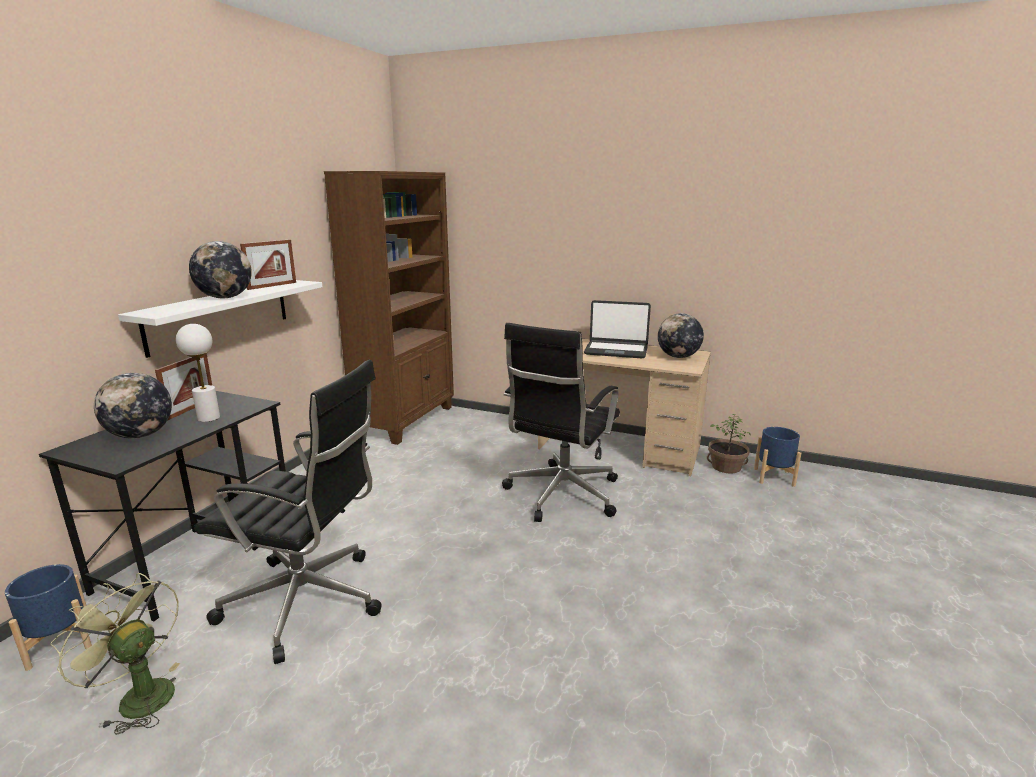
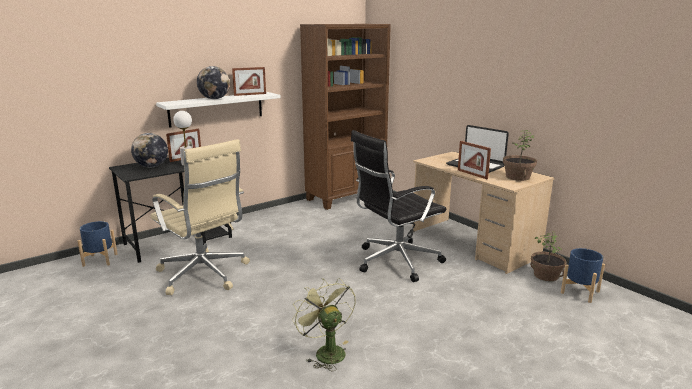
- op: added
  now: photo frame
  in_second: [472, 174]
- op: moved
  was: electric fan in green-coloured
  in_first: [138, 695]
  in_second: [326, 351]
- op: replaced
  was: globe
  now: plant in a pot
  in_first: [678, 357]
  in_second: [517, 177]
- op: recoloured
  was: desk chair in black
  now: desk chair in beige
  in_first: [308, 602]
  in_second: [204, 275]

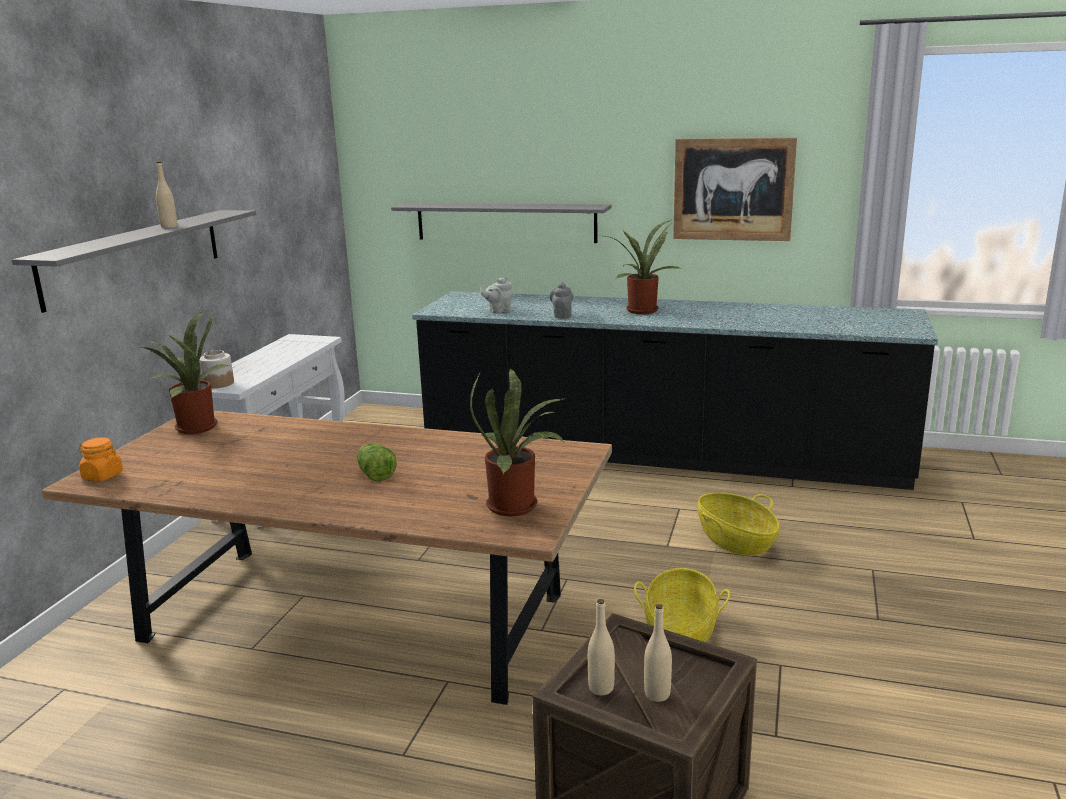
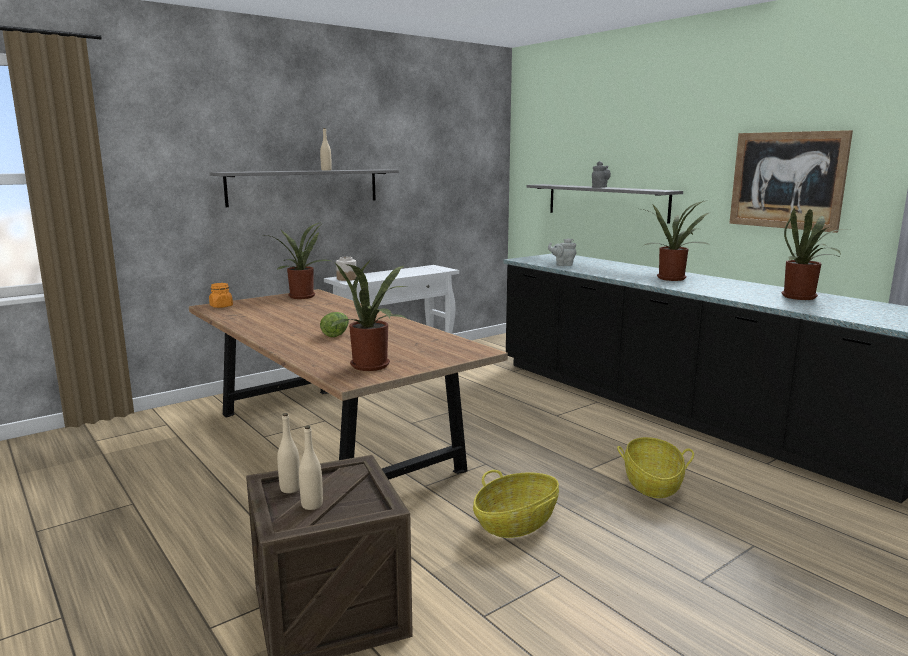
- op: added
  now: plant in a pot
  in_second: [803, 297]
- op: moved
  was: teapot in grey
  in_first: [562, 315]
  in_second: [600, 187]

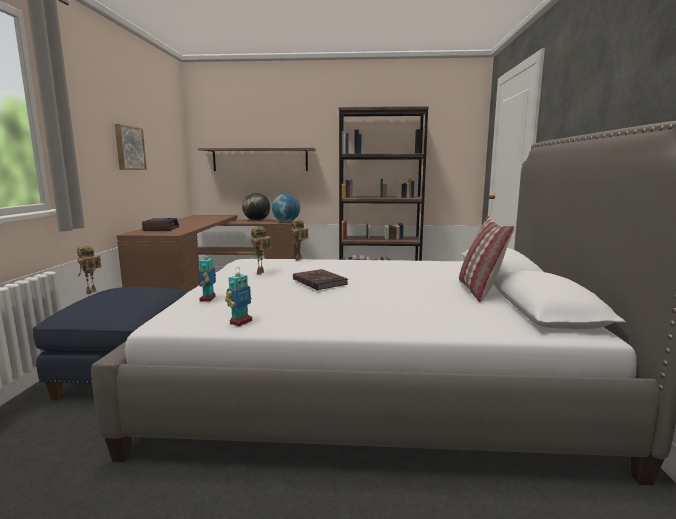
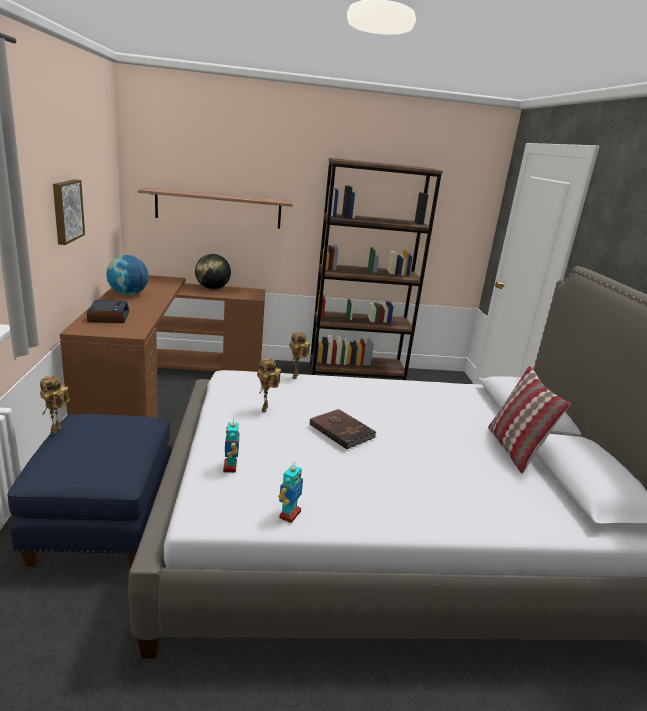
- op: moved
  was: globe
  in_first: [286, 221]
  in_second: [128, 294]

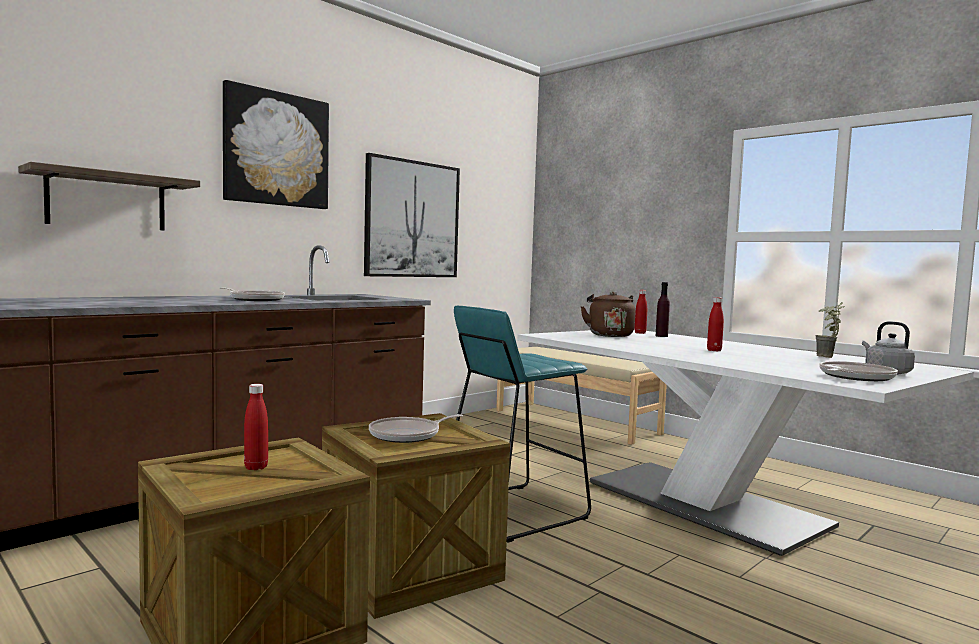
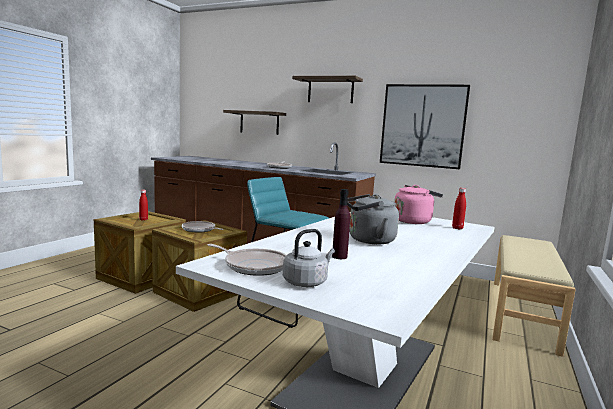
- op: removed
  was: plant in a pot
  in_first: [827, 357]
- op: moved
  was: drink bottle in purple-coloured
  in_first: [661, 336]
  in_second: [339, 257]
- op: replaced
  was: wall picture
  now: wall shelf
  in_first: [276, 149]
  in_second: [330, 90]
- op: replaced
  was: drink bottle in red
  now: water kettle in grey
  in_first: [714, 350]
  in_second: [368, 240]
- op: recoloured
  was: water kettle in brown-coloured
  now: water kettle in pink
  in_first: [609, 335]
  in_second: [414, 221]

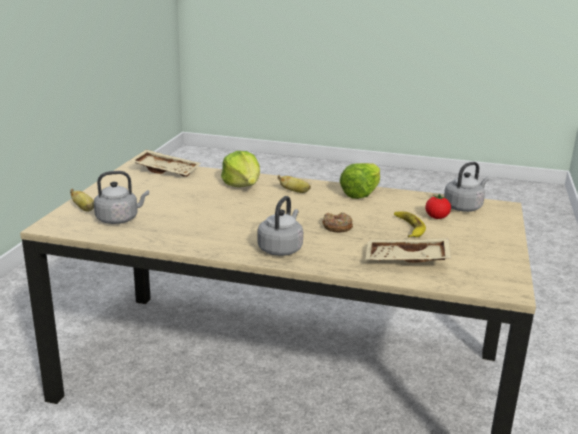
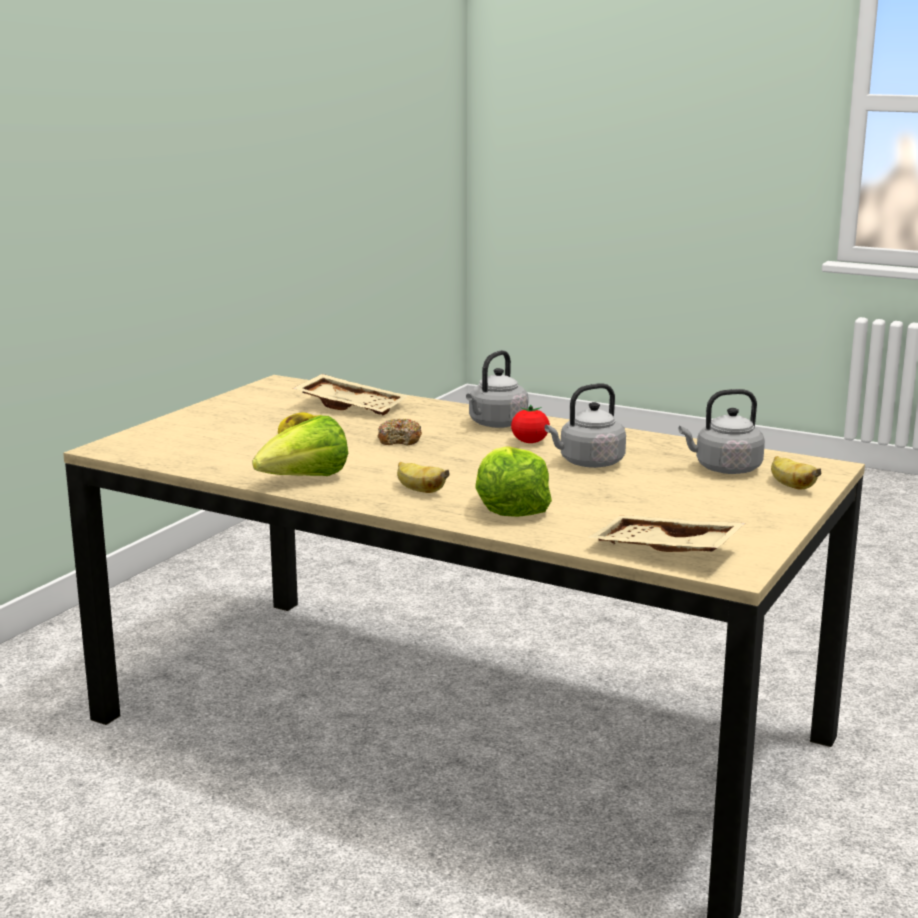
- op: moved
  was: fresh tomato
  in_first: [436, 217]
  in_second: [530, 442]
- op: moved
  was: water kettle in grey
  in_first: [464, 207]
  in_second: [588, 463]

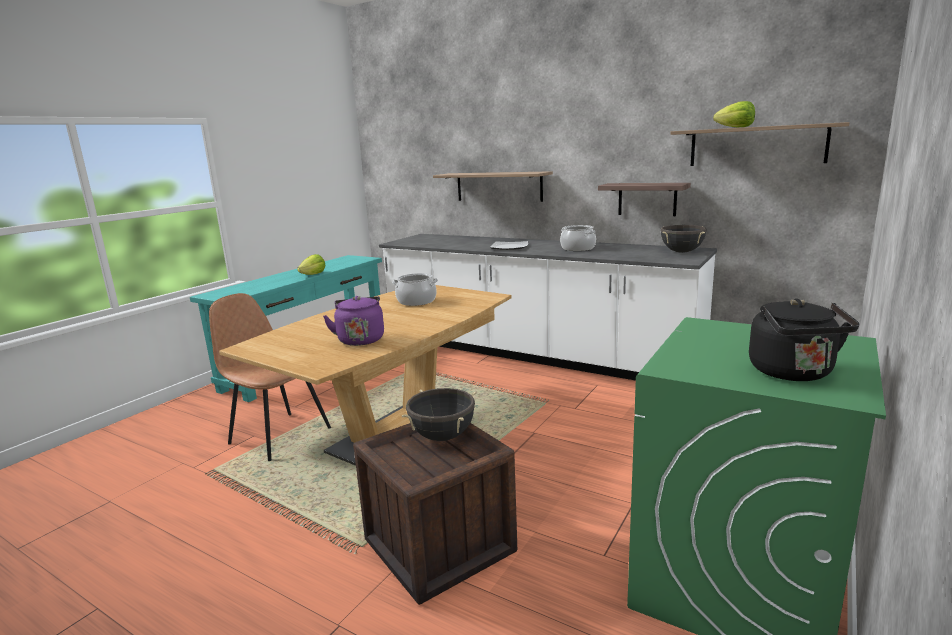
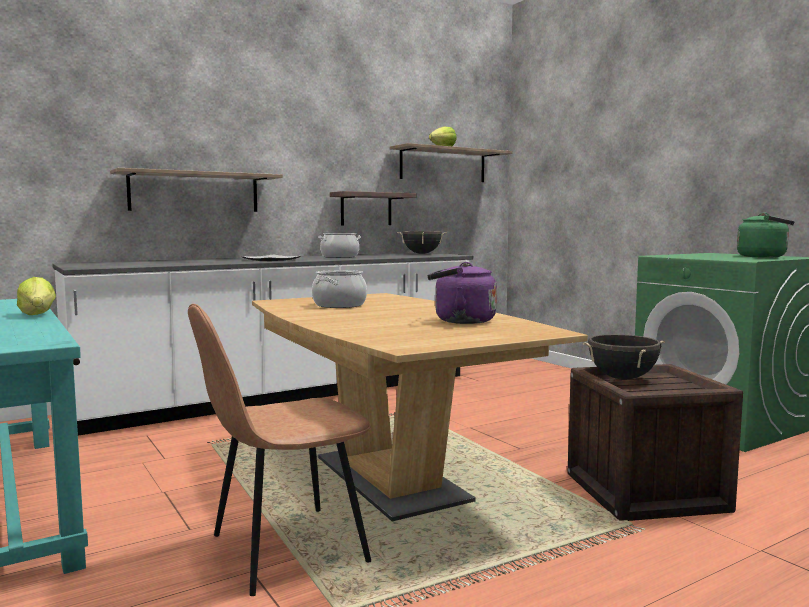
- op: recoloured
  was: water kettle in black
  now: water kettle in green-coloured
  in_first: [793, 373]
  in_second: [765, 257]

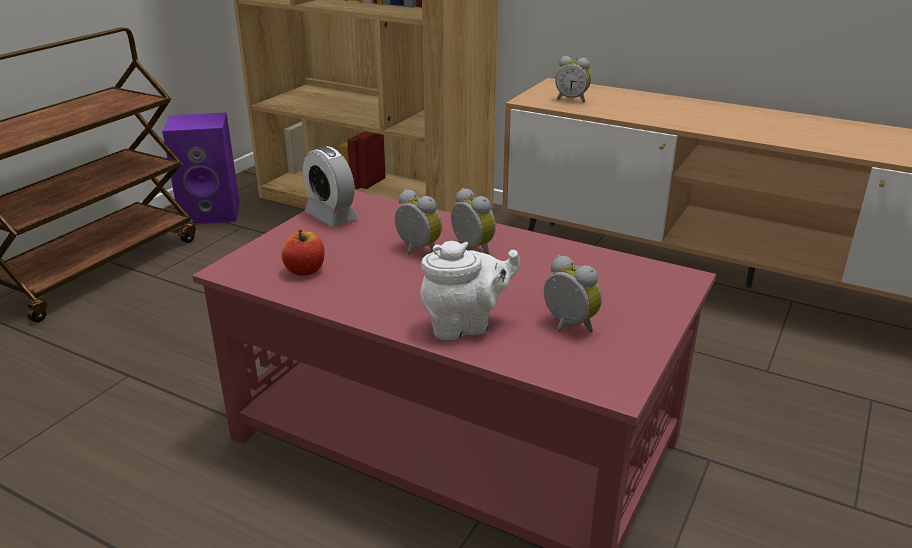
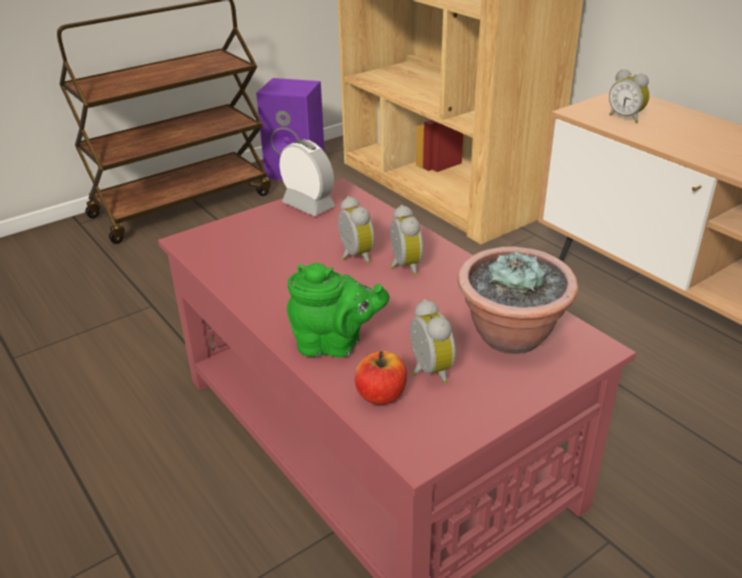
- op: added
  now: plant in a pot
  in_second: [511, 336]
- op: moved
  was: whole apple
  in_first: [305, 270]
  in_second: [381, 395]
- op: recoloured
  was: teapot in white-coloured
  now: teapot in green-coloured
  in_first: [465, 325]
  in_second: [334, 345]
- op: turned
  was: table clock
  in_first: [331, 216]
  in_second: [308, 205]
  clockwise: 150

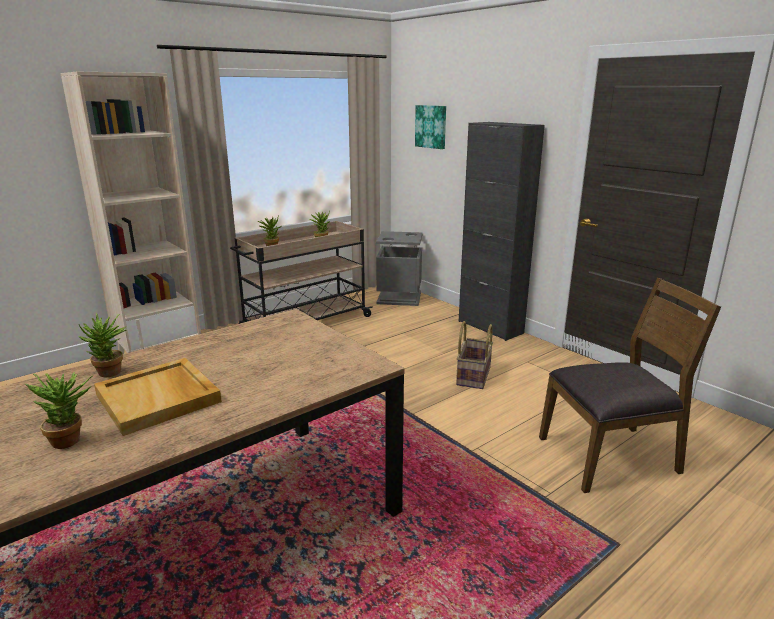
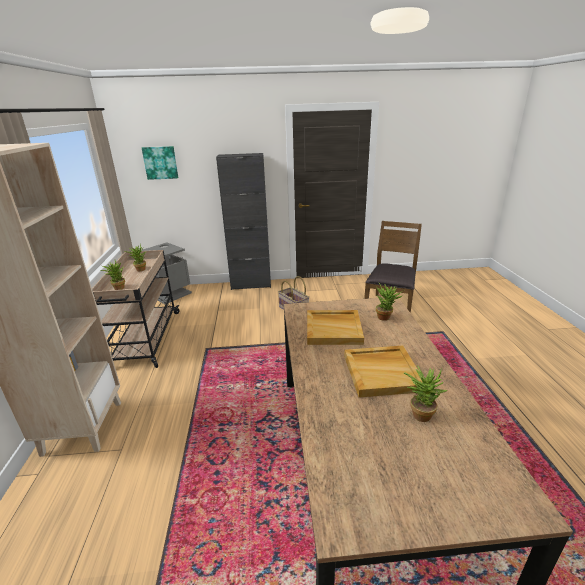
- op: added
  now: carrying tray in beige
  in_second: [334, 329]
- op: moved
  was: plant in a pot
  in_first: [110, 374]
  in_second: [386, 317]

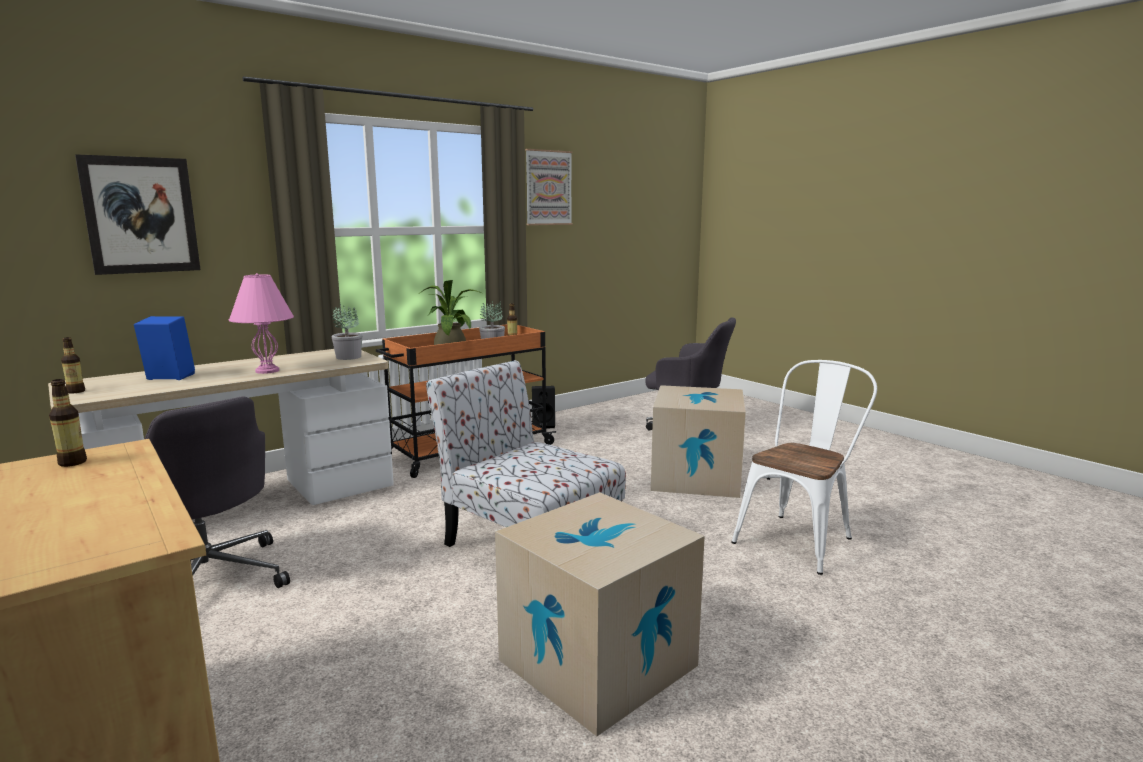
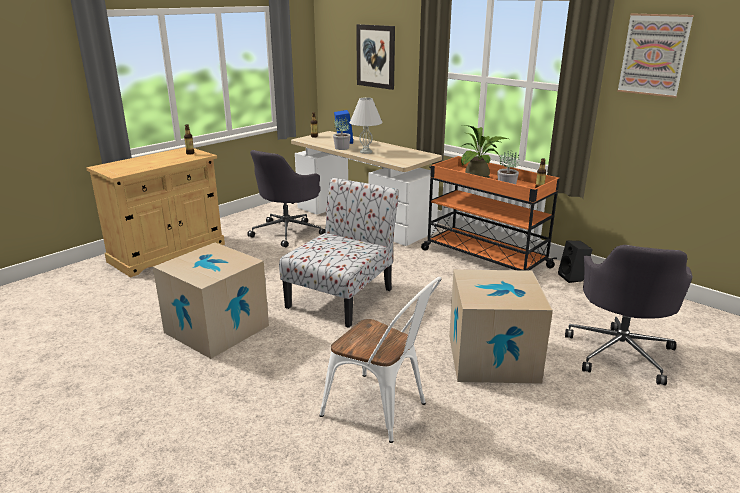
- op: moved
  was: plant in a pot
  in_first: [348, 357]
  in_second: [342, 148]
- op: recoloured
  was: lamp for a table in pink
  now: lamp for a table in white-coloured
  in_first: [268, 371]
  in_second: [366, 152]

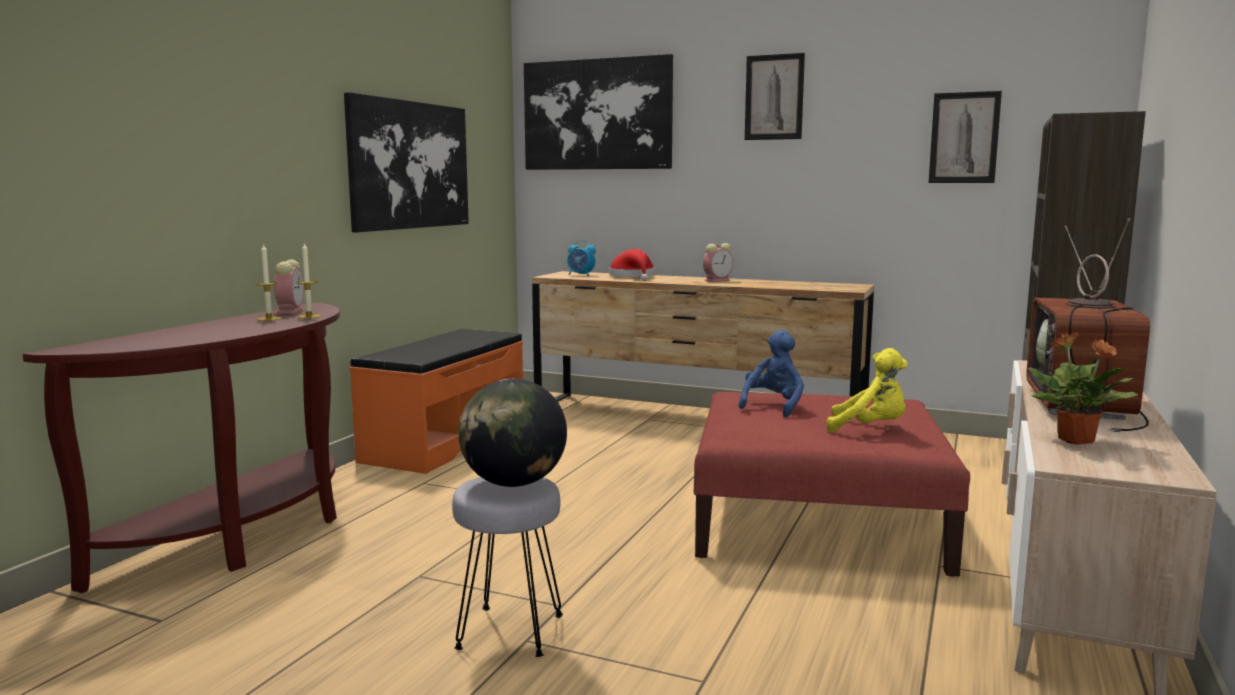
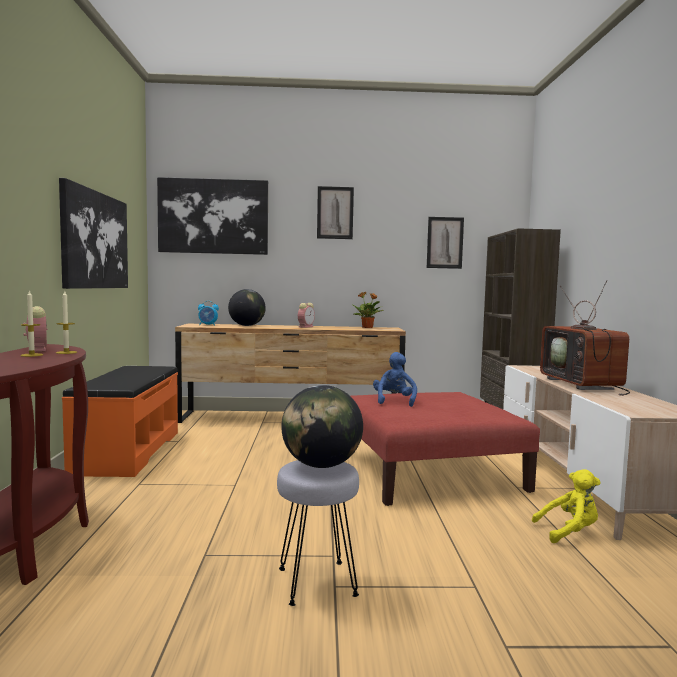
- op: moved
  was: plush toy in yellow
  in_first: [870, 429]
  in_second: [569, 532]
- op: moved
  was: plant in a pot
  in_first: [1077, 441]
  in_second: [367, 327]
- op: replaced
  was: wearable hat in red
  now: globe
  in_first: [633, 277]
  in_second: [247, 325]

